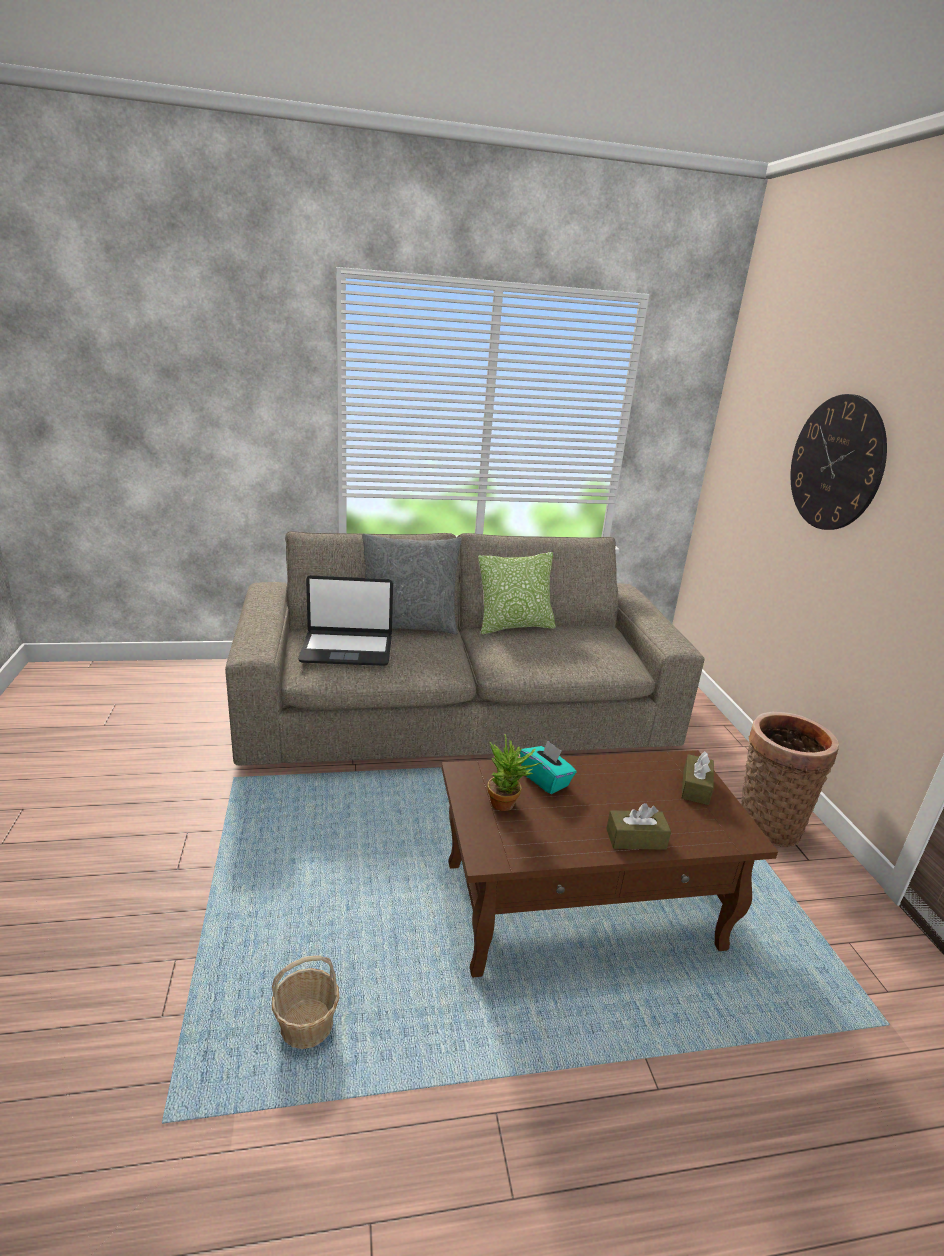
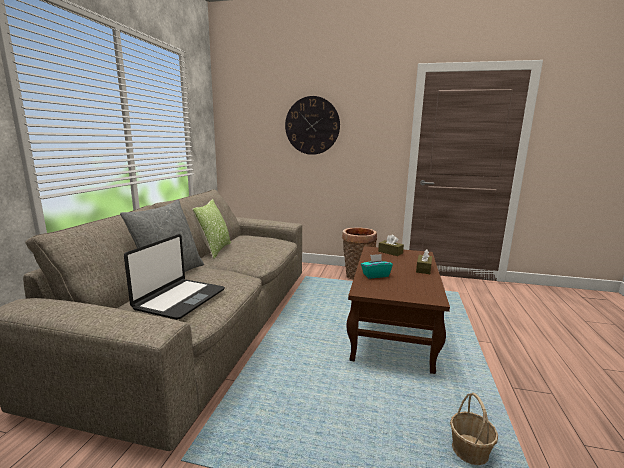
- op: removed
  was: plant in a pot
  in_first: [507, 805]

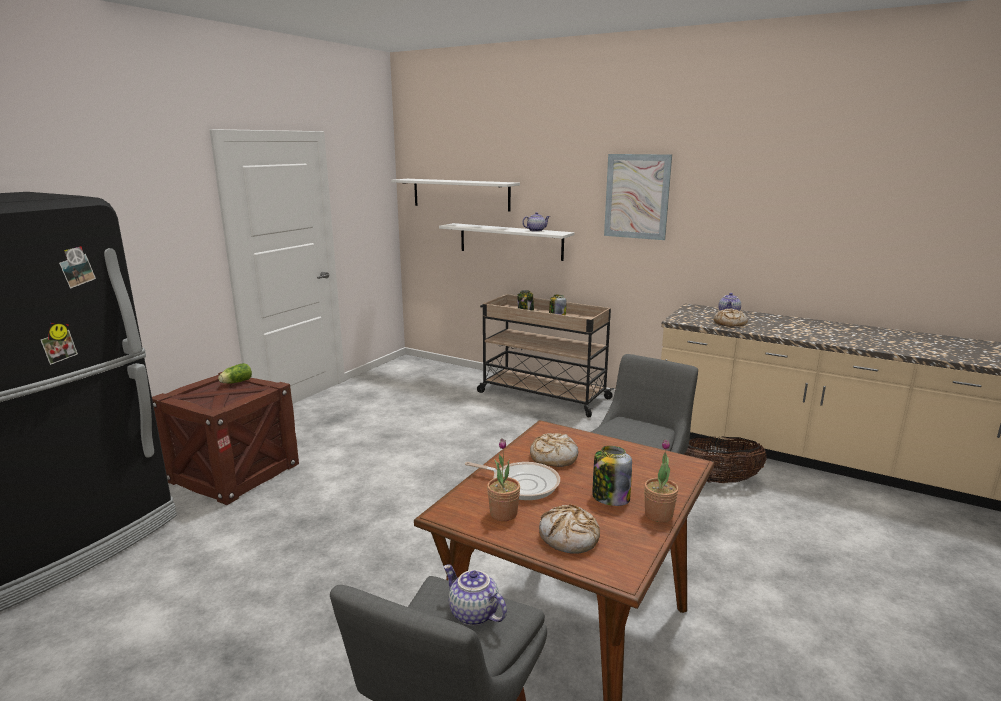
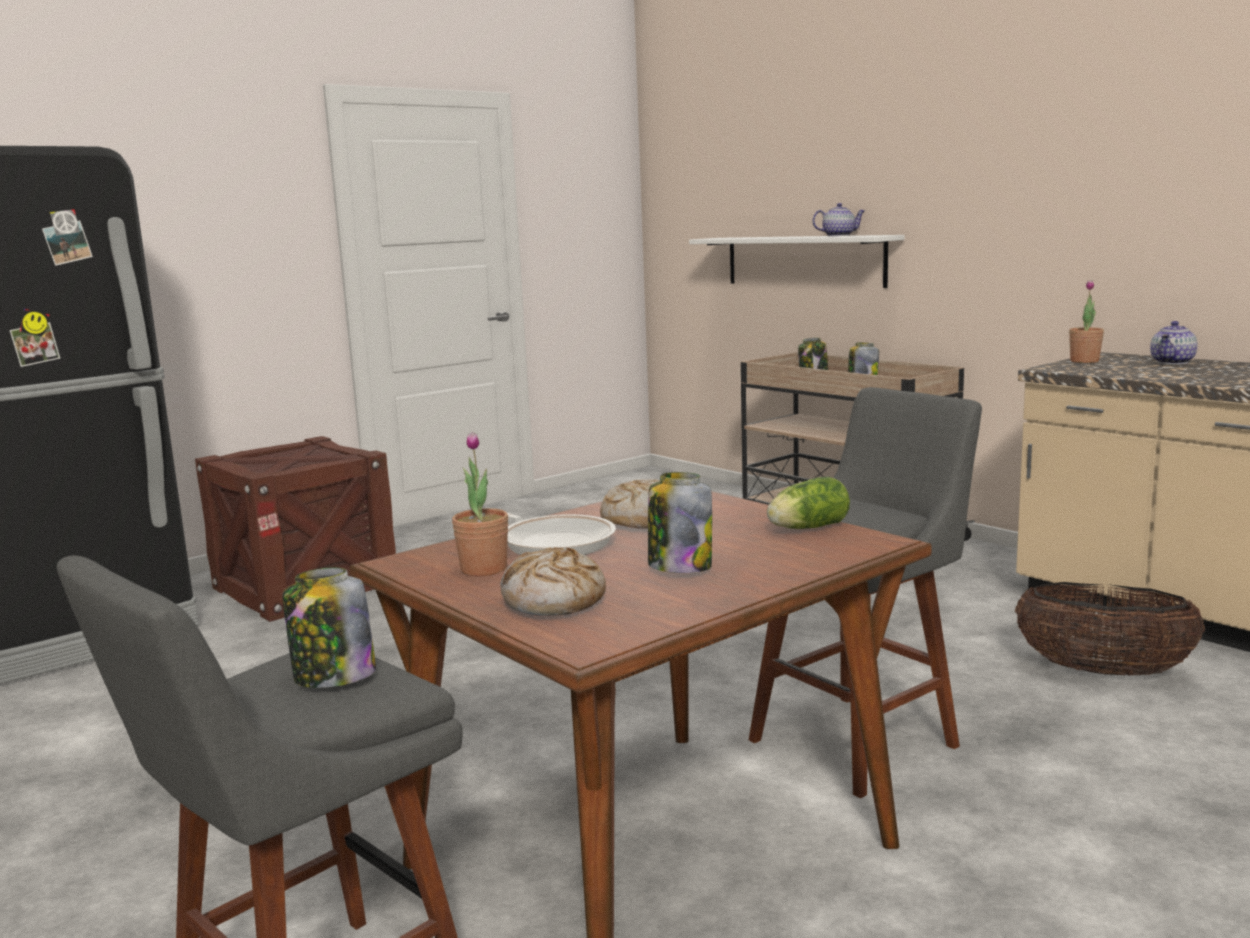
- op: removed
  was: wall shelf in white-coloured
  in_first: [460, 194]
- op: removed
  was: wall picture
  in_first: [637, 196]
- op: removed
  was: bread
  in_first: [729, 323]
- op: moved
  was: head of lettuce
  in_first: [235, 382]
  in_second: [805, 528]
- op: moved
  was: plant in a pot
  in_first: [658, 515]
  in_second: [1084, 361]
- op: replaced
  was: teapot
  now: storage jar
  in_first: [472, 614]
  in_second: [333, 677]

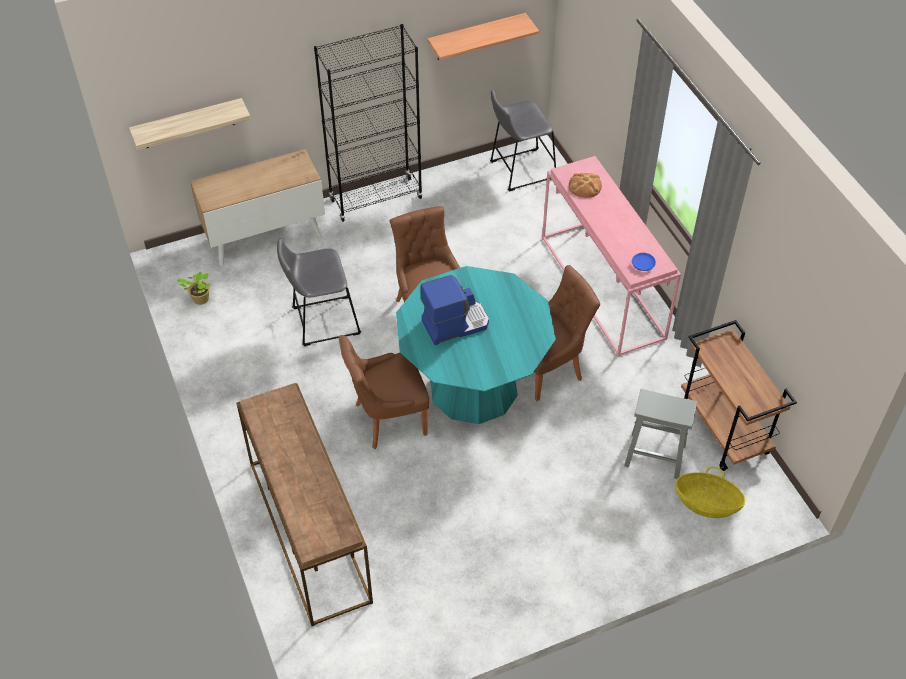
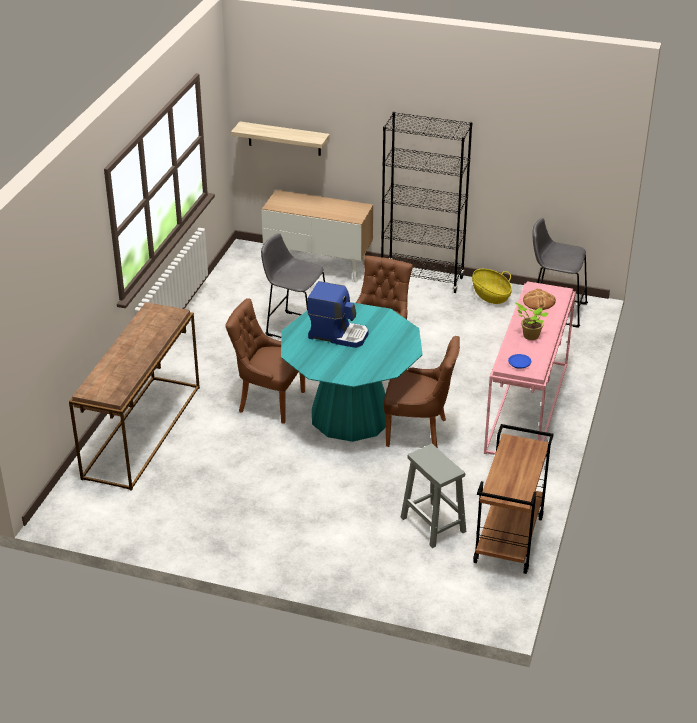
- op: removed
  was: wall shelf
  in_first: [476, 37]
- op: moved
  was: plant in a pot
  in_first: [199, 299]
  in_second: [529, 336]
- op: moved
  was: storage basket
  in_first: [706, 503]
  in_second: [490, 295]

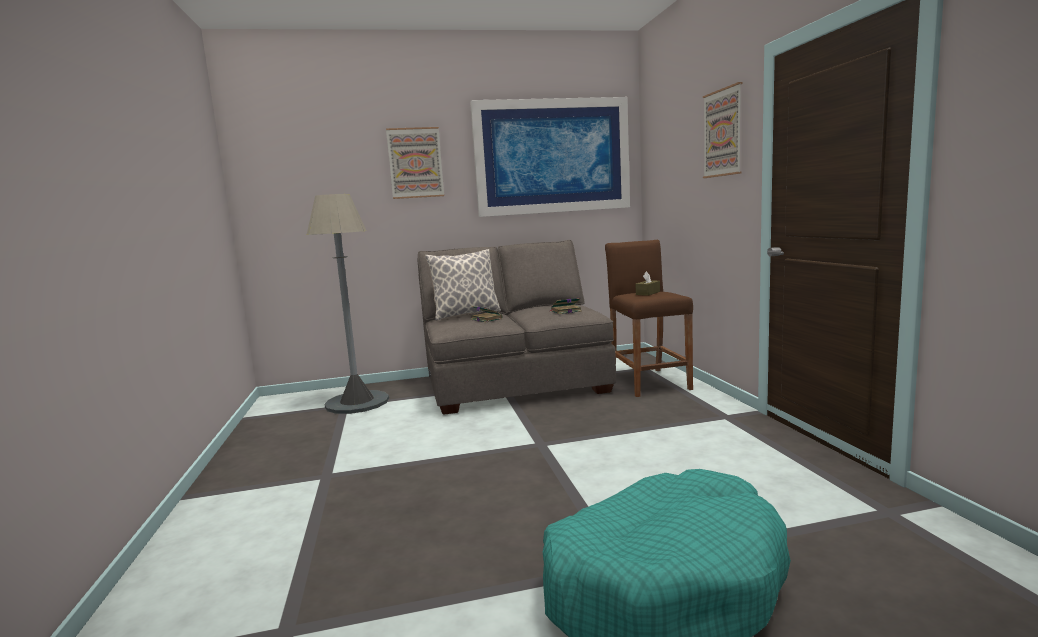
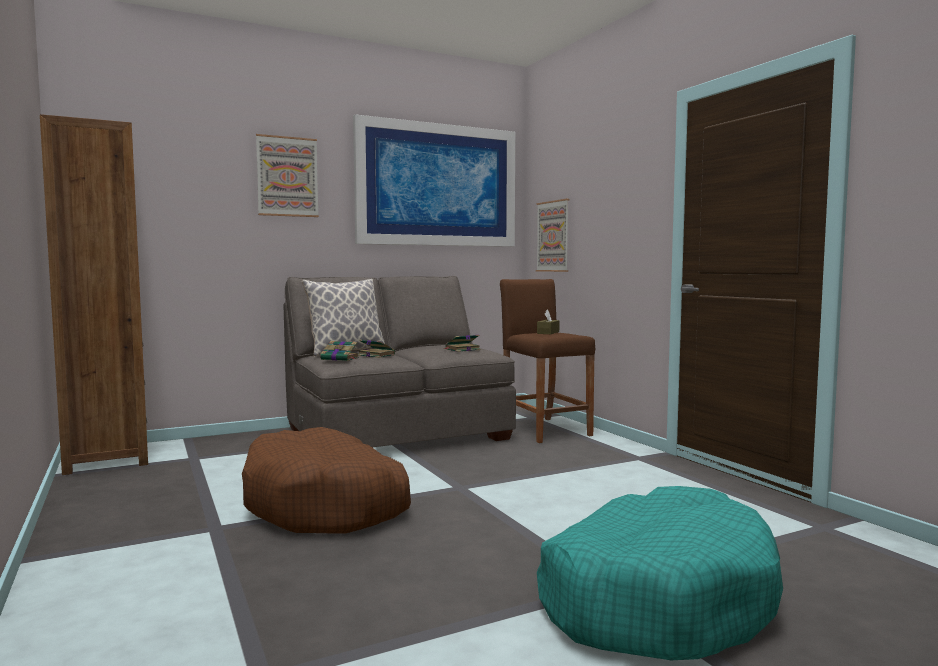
- op: removed
  was: floor lamp in grey
  in_first: [357, 402]
- op: added
  now: shelving unit in brown-coloured
  in_second: [107, 458]
- op: added
  now: pet bed in brown-coloured
  in_second: [326, 504]
- op: added
  now: bound book
  in_second: [340, 359]
- op: moved
  was: wall picture
  in_first: [723, 133]
  in_second: [553, 236]

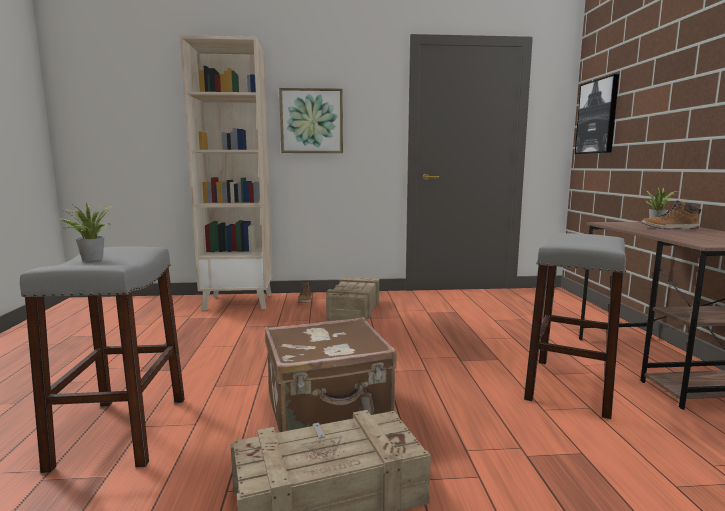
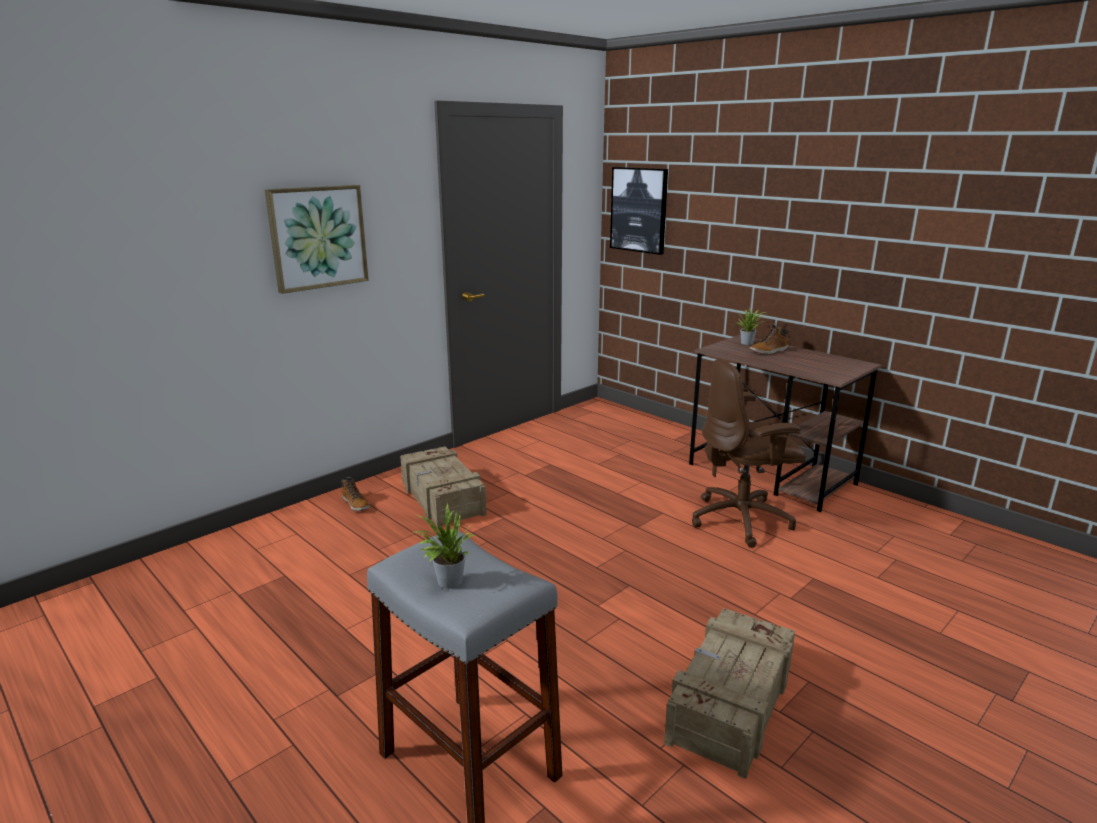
- op: removed
  was: shelving unit in beige
  in_first: [239, 302]
- op: removed
  was: suitcase in brown-coloured
  in_first: [329, 412]
- op: replaced
  was: stool seat in grey
  now: desk chair in brown-coloured
  in_first: [570, 386]
  in_second: [742, 520]

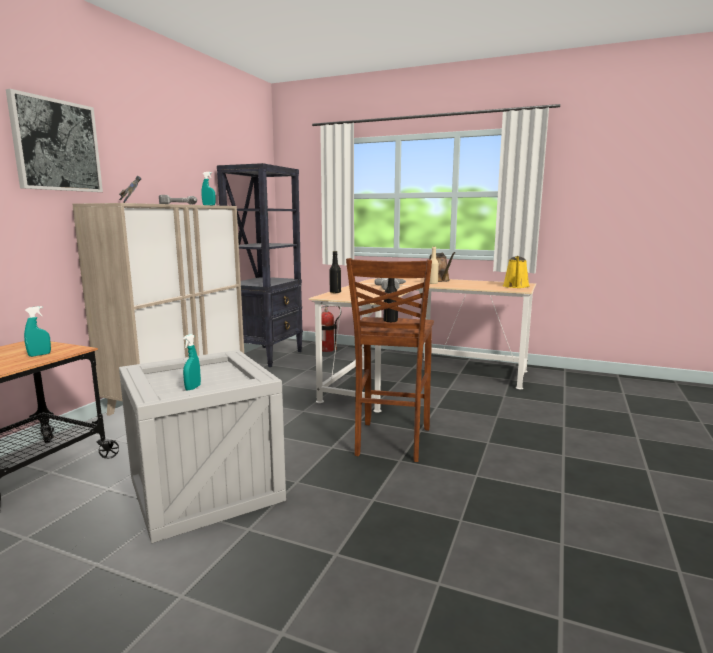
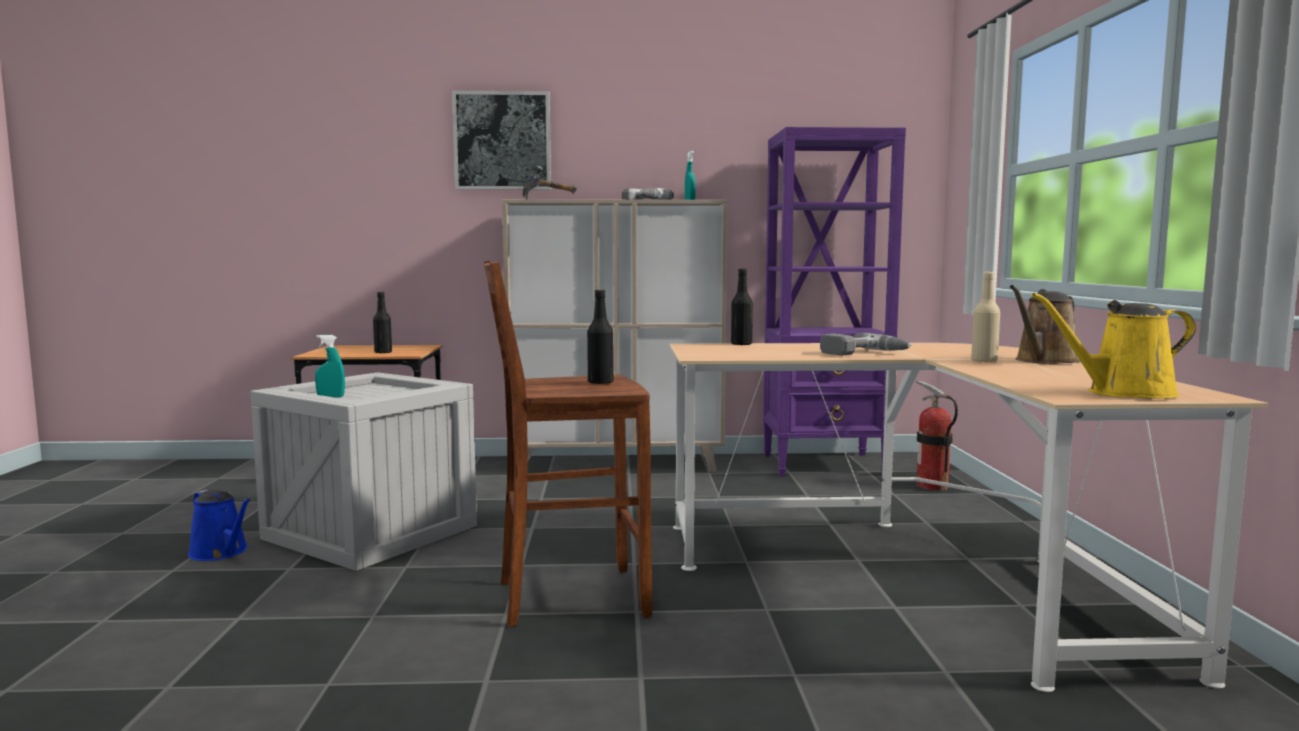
- op: added
  now: sprinkling can in bluish
  in_second: [221, 552]
- op: replaced
  was: sprayer in blue-green
  now: drink bottle in black
  in_first: [39, 355]
  in_second: [383, 352]
- op: recoloured
  was: shelving unit in black
  now: shelving unit in purple-coloured
  in_first: [267, 356]
  in_second: [825, 465]

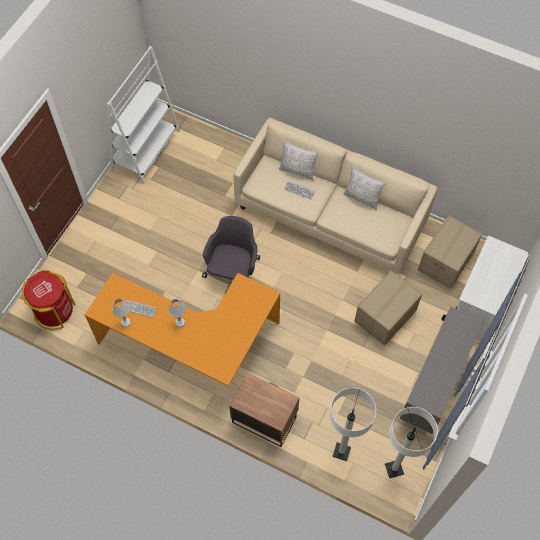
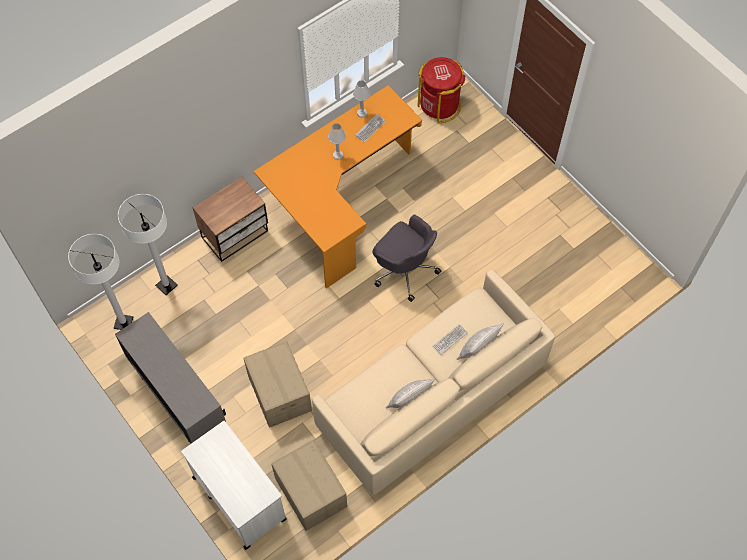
- op: removed
  was: shelving unit in white-coloured
  in_first: [146, 151]

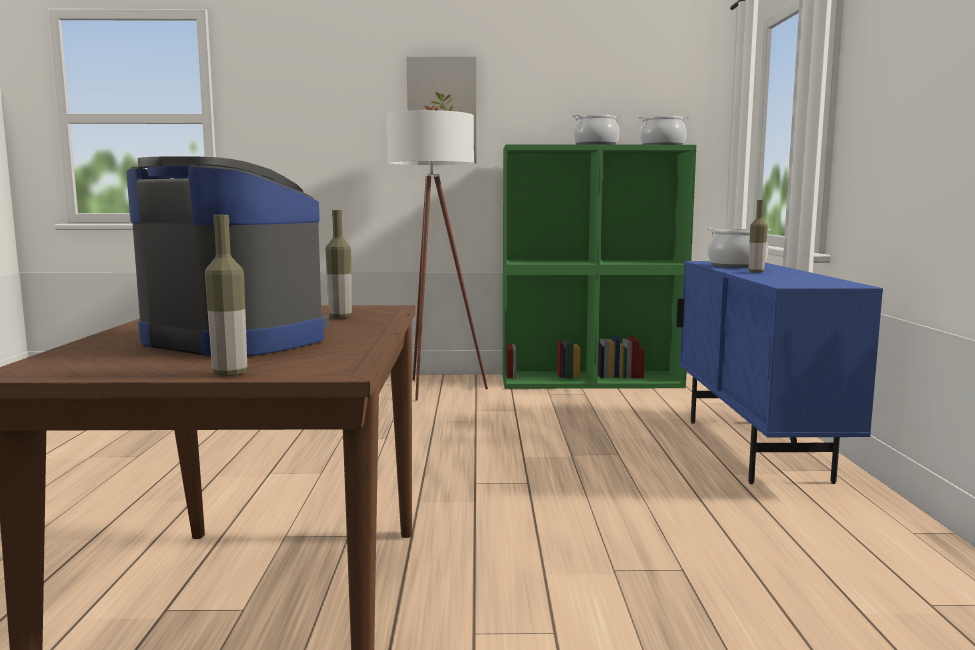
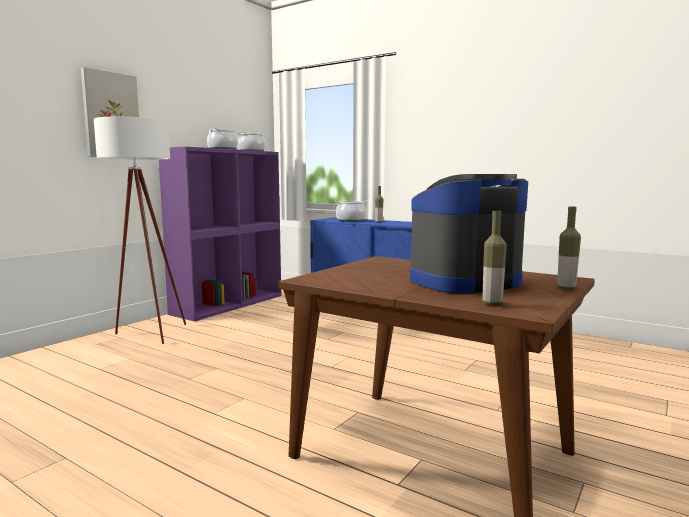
- op: moved
  was: drink bottle
  in_first: [340, 317]
  in_second: [492, 304]
- op: recoloured
  was: shelving unit in green-coloured
  now: shelving unit in purple-coloured
  in_first: [592, 381]
  in_second: [228, 304]

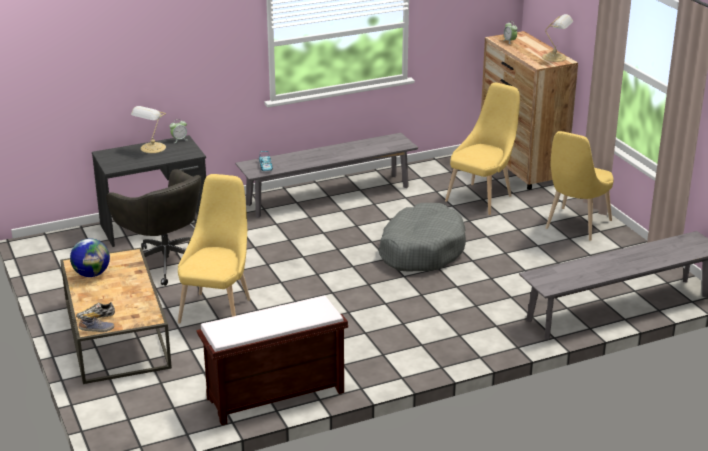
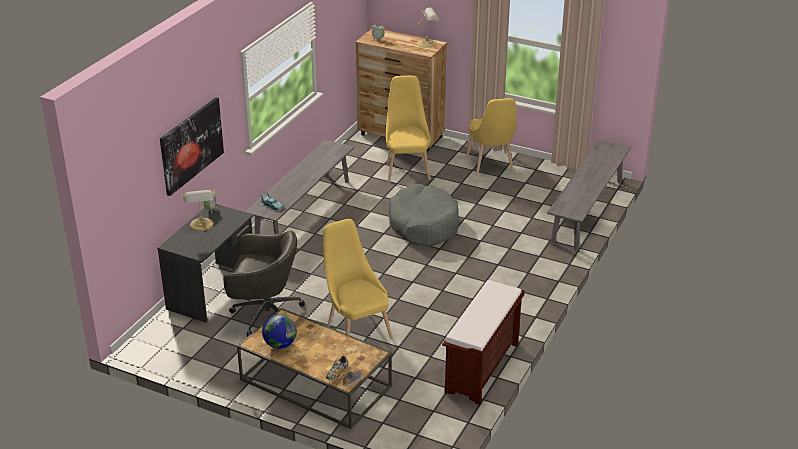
- op: added
  now: wall picture
  in_second: [191, 145]

